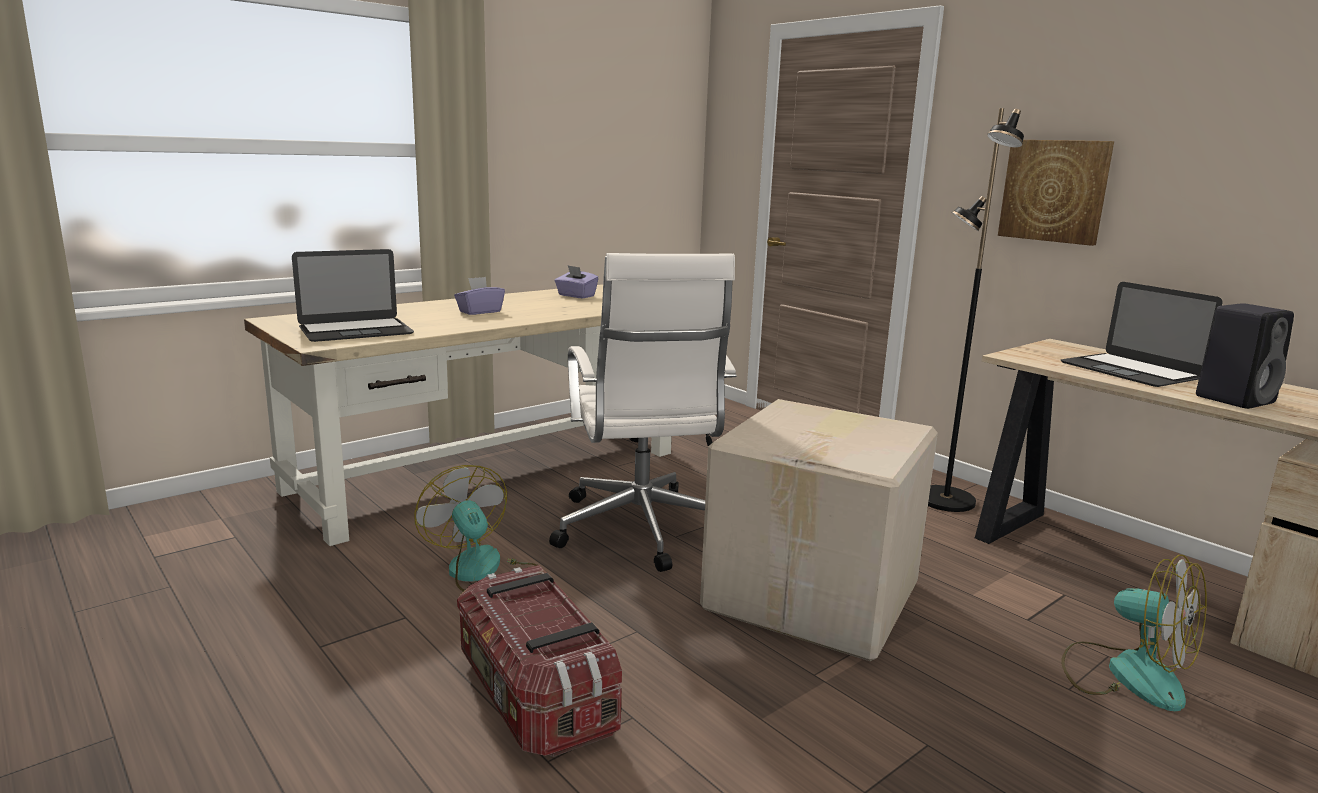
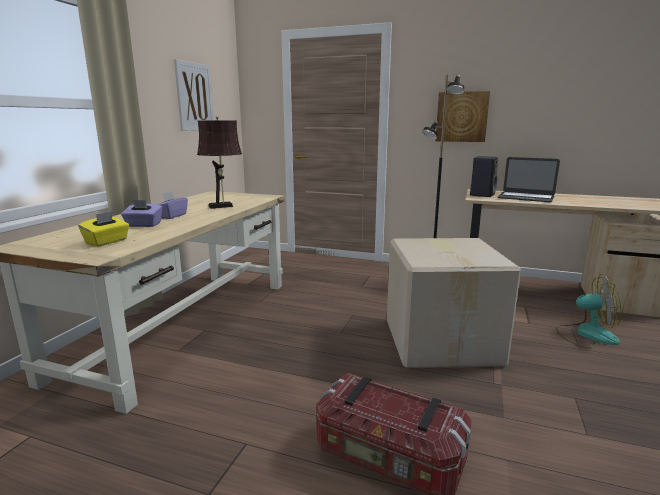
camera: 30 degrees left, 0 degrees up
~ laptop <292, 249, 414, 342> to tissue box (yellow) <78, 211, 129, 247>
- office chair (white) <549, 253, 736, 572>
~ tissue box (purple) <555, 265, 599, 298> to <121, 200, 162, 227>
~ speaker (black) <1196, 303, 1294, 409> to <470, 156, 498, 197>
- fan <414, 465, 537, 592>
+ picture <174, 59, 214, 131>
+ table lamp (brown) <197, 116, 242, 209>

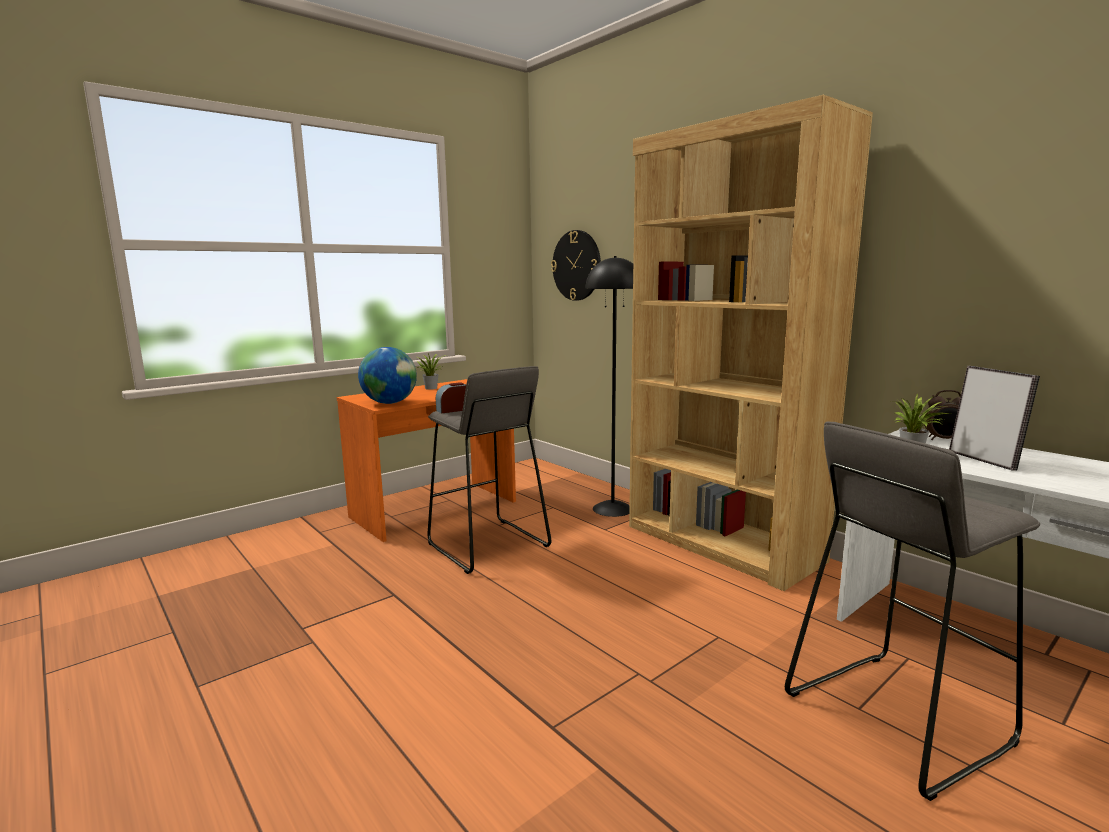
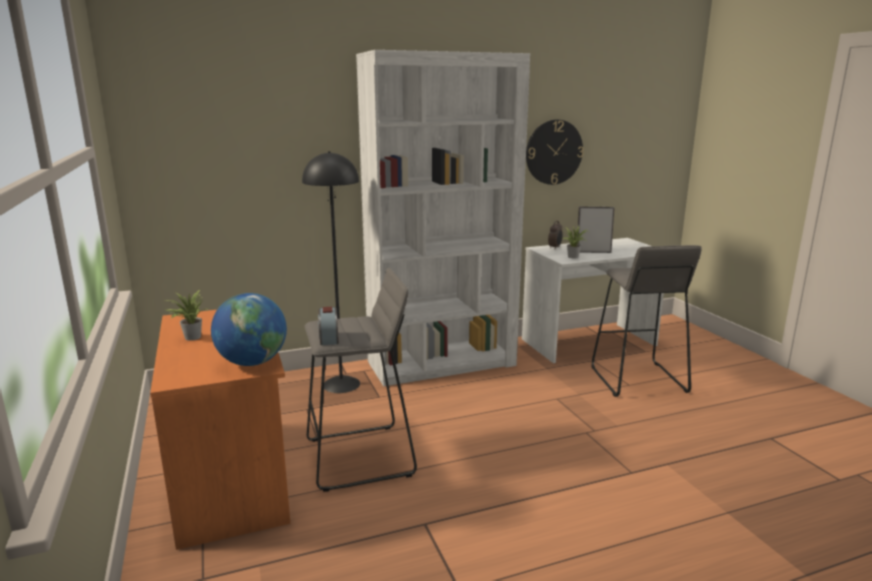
camera: 70 degrees left, 5 degrees up
~ bookcase (brown) <629, 95, 873, 591> to bookcase (white) <356, 50, 530, 386>
~ wall clock <551, 230, 601, 301> to <526, 120, 584, 185>

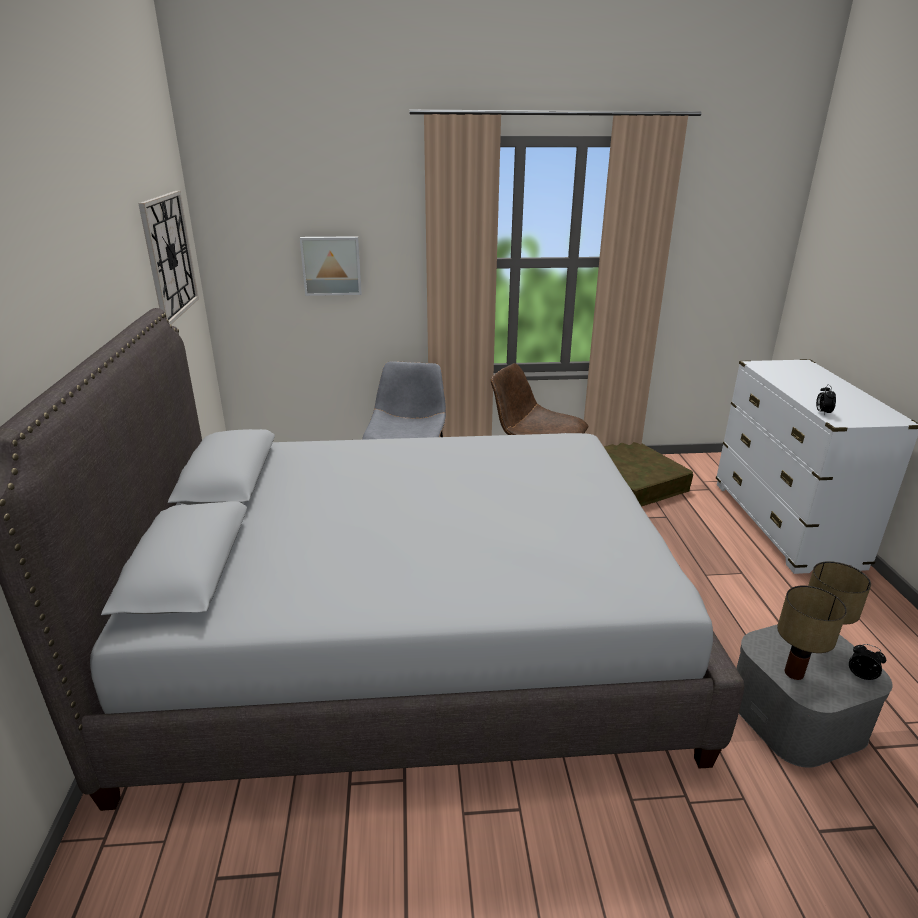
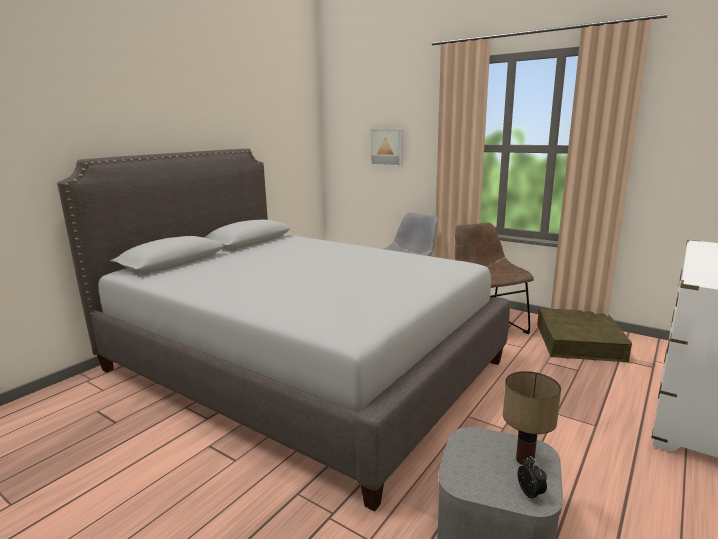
camera: 40 degrees right, 10 degrees down
- wall clock <138, 191, 199, 325>
- alarm clock <816, 384, 836, 415>
- table lamp <777, 585, 847, 680>

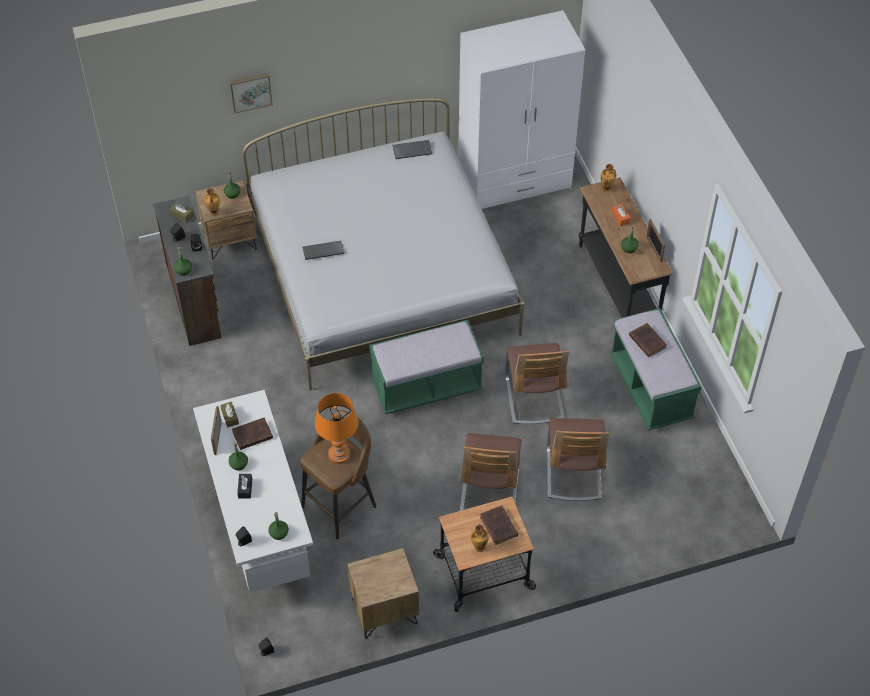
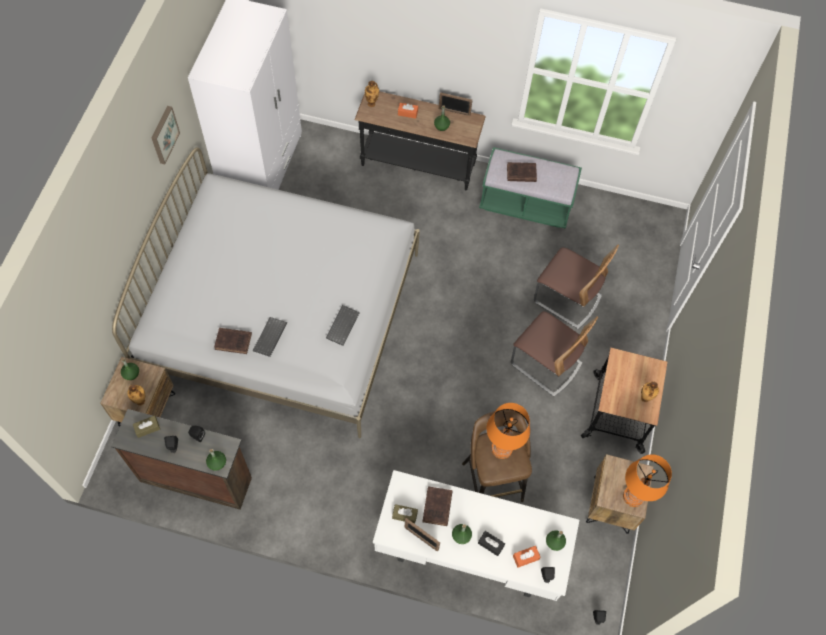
camera: 60 degrees left, 10 degrees up
~ picture <229, 73, 273, 113> to <152, 106, 180, 164>
~ keyboard <393, 140, 432, 159> to <326, 305, 360, 346>
- bench (green) <369, 320, 484, 414>
- chair <505, 343, 569, 424>
~ book (brown) <480, 505, 518, 545> to <214, 328, 252, 354>
+ table lamp (orange) <623, 454, 672, 507>
+ tissue box (orange) <513, 546, 541, 568>

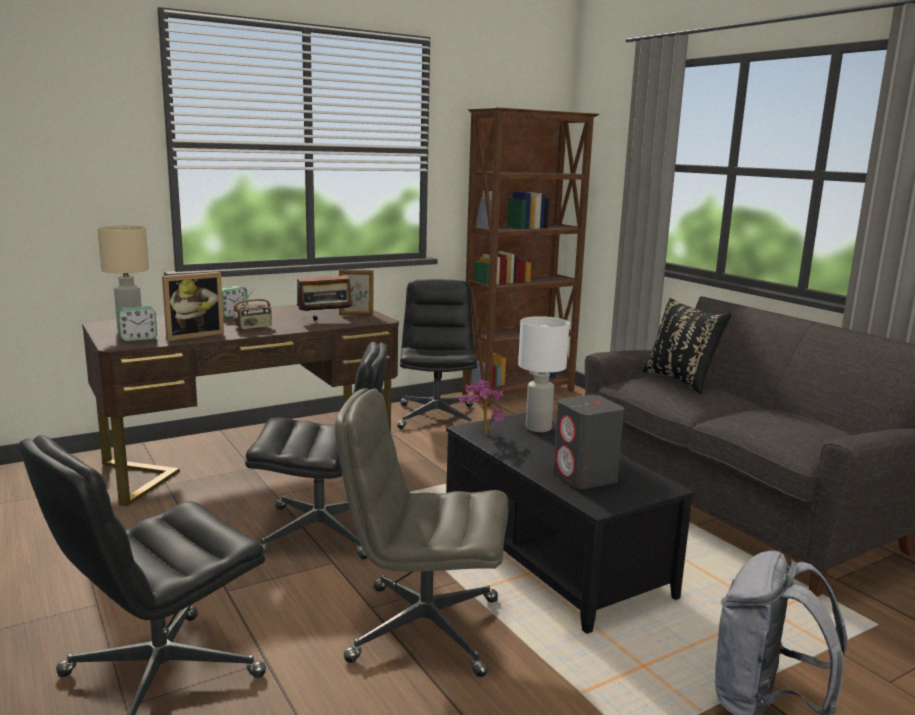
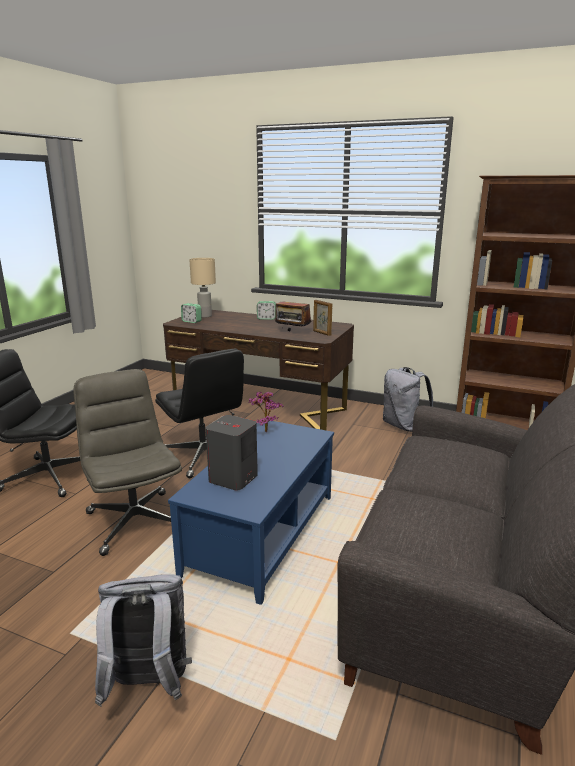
camera: 55 degrees right, 5 degrees up
- picture frame <162, 272, 224, 341>
~ office chair (black) <397, 279, 477, 429> to backpack (grey) <383, 367, 433, 432>
- radio <233, 287, 272, 330>
- pillow (black) <642, 298, 731, 394>
- table lamp (white) <518, 316, 569, 432>
~ coffee table (black) <446, 413, 695, 634> to coffee table (blue) <168, 421, 334, 605>

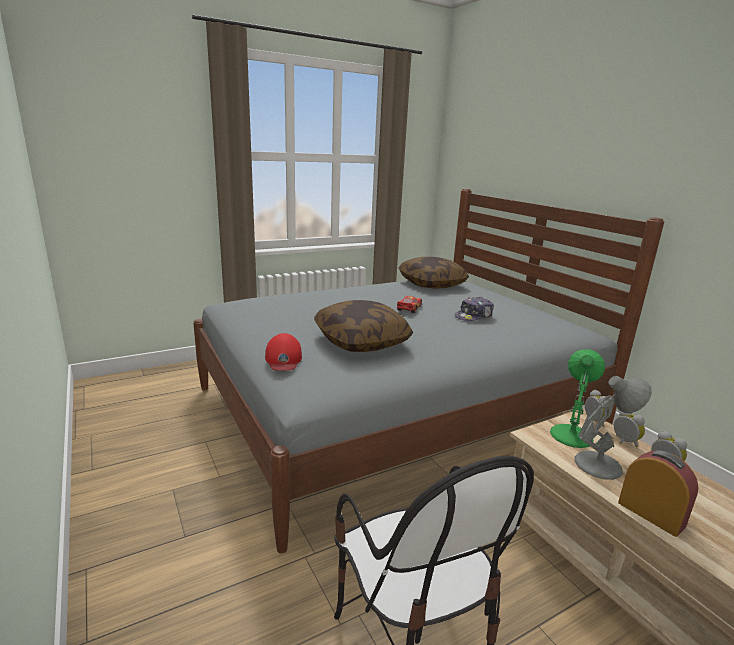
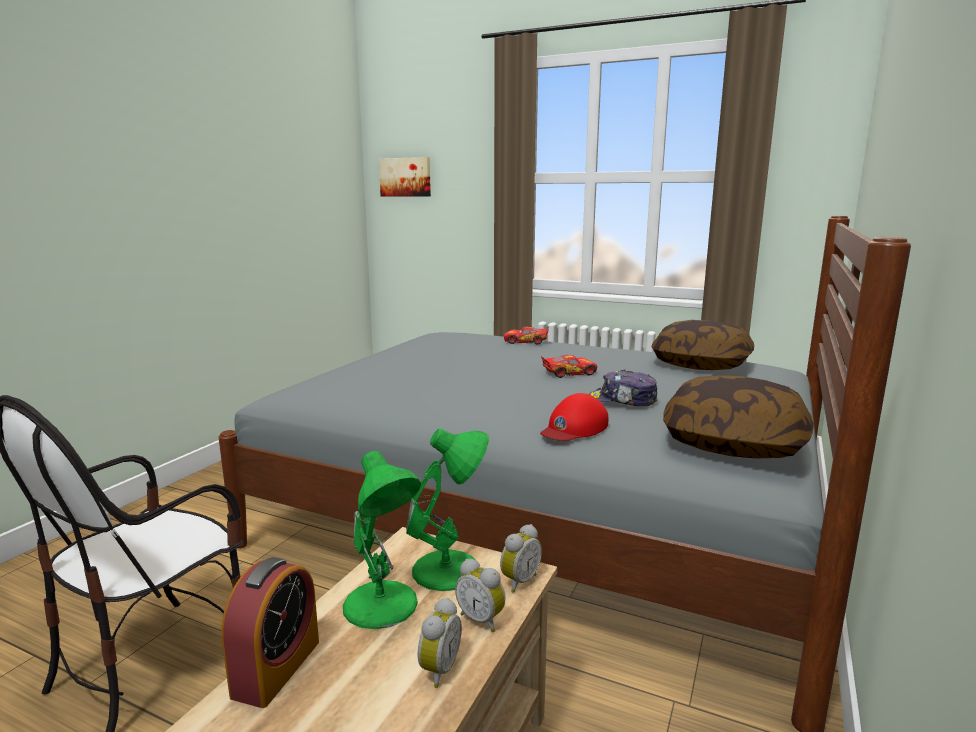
camera: 55 degrees right, 5 degrees down
~ pillow <314, 300, 413, 352> to <663, 375, 813, 459>
~ cap (red) <265, 333, 302, 371> to <540, 393, 608, 441>
~ table lamp (grey) <575, 376, 652, 480> to table lamp (green) <343, 451, 421, 629>
~ alarm clock <614, 411, 645, 447> = <455, 559, 506, 632> 105 degrees clockwise
+ picture <379, 157, 431, 196>
+ toy car <504, 327, 549, 345>

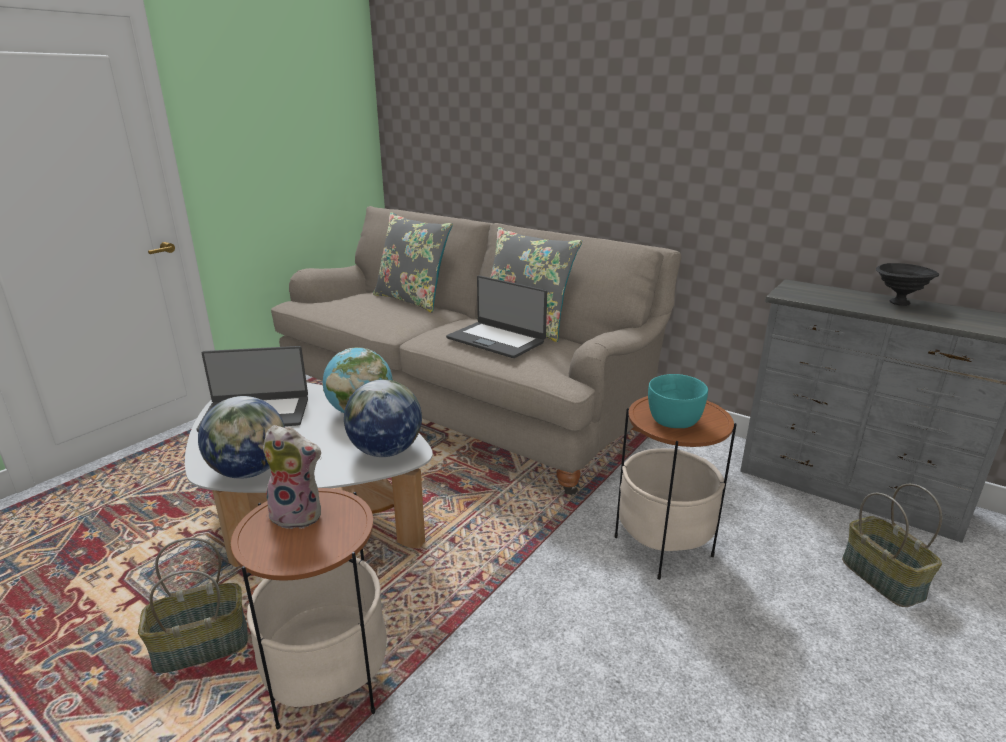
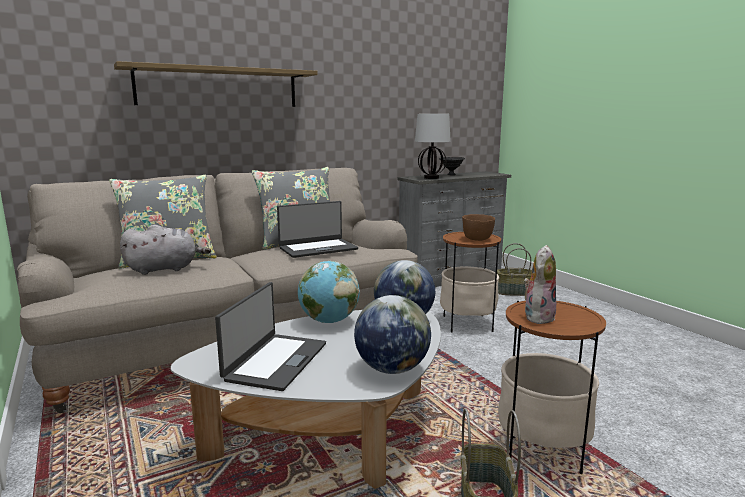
camera: 65 degrees left, 10 degrees down
~ bowl (turquoise) <648, 374, 708, 428> to bowl (brown) <462, 214, 495, 241>
+ shelf <114, 61, 318, 107>
+ table lamp <415, 114, 451, 179>
+ plush toy (grey) <120, 225, 211, 275>

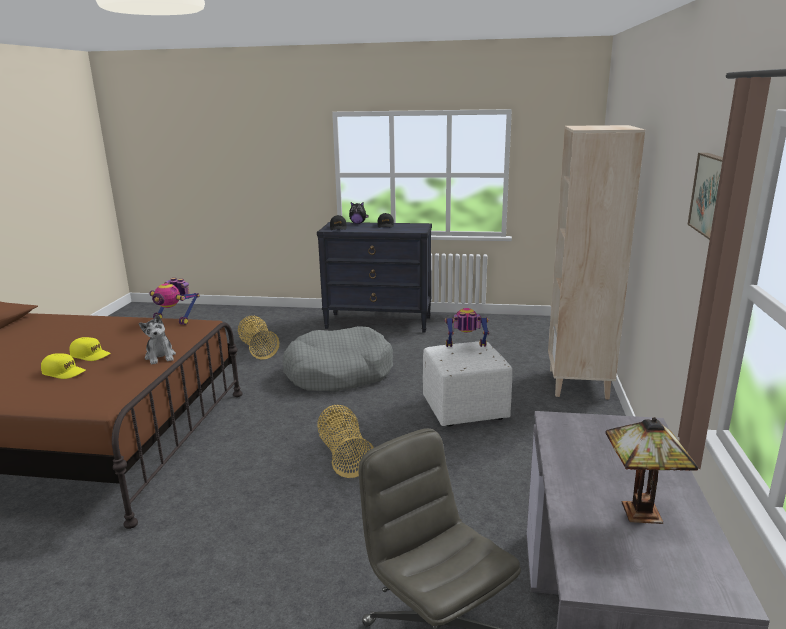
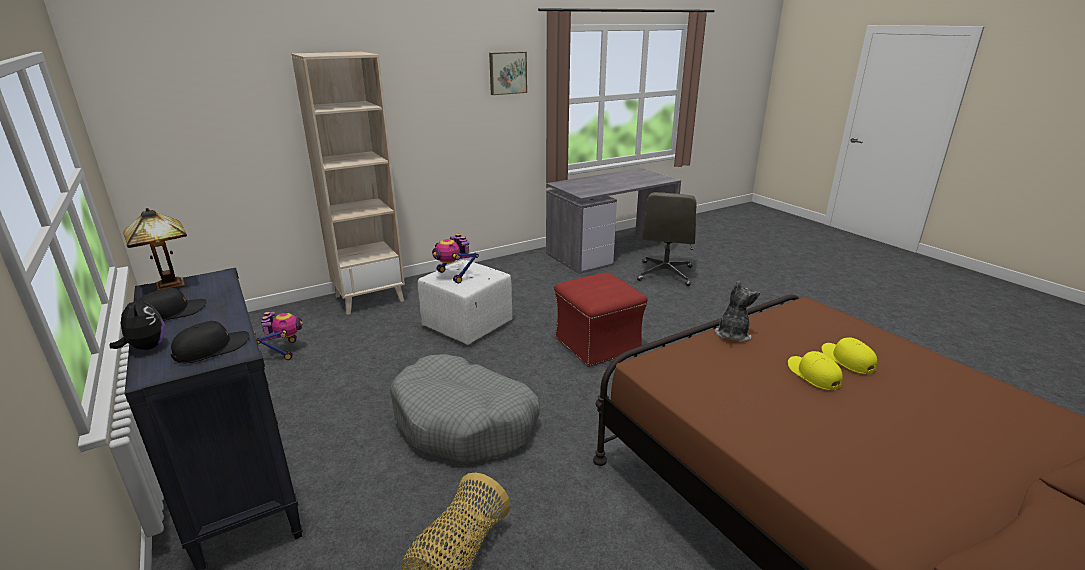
camera: 130 degrees left, 5 degrees up
~ toy robot <150, 278, 200, 325> to <257, 312, 303, 360>
~ basket <317, 405, 374, 478> to ottoman (red) <554, 272, 647, 367>
~ table lamp <605, 417, 698, 524> to <123, 208, 187, 291>

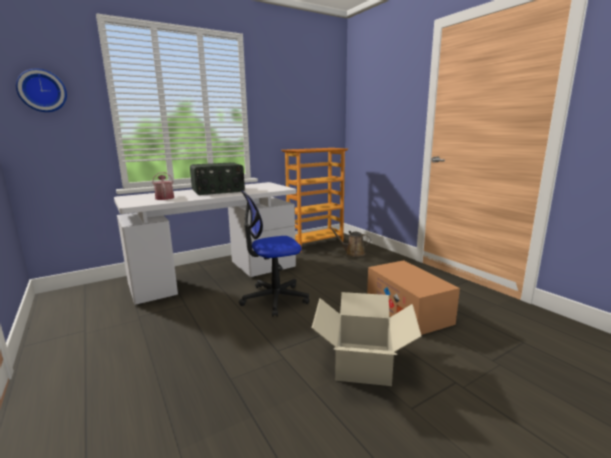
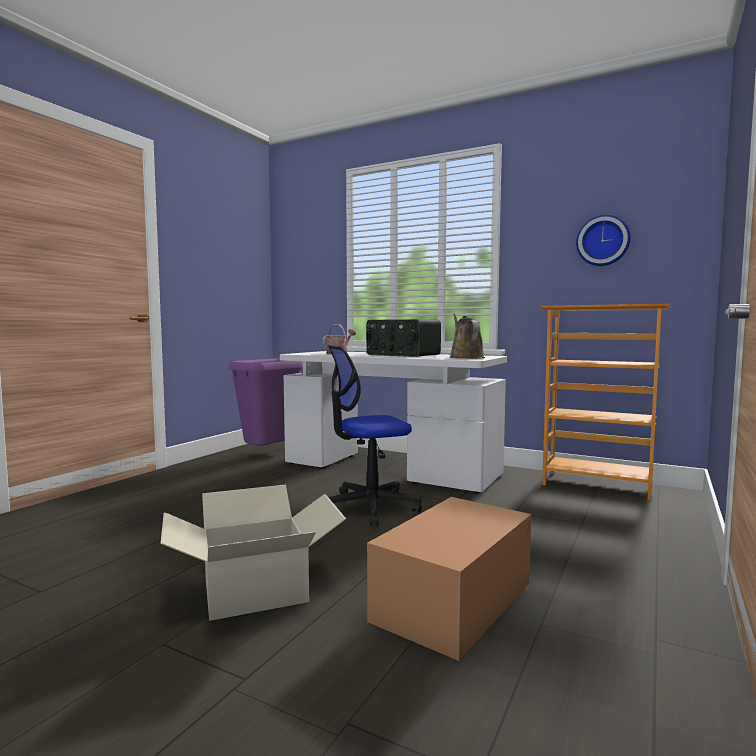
camera: 60 degrees right, 10 degrees down
~ wall clock <16, 69, 67, 112> to <576, 215, 631, 266>
~ office chair <239, 190, 309, 317> = <328, 345, 422, 526> 60 degrees counterclockwise
~ watering can (brown) <329, 227, 371, 257> to <450, 313, 485, 359>
+ trash can (purple) <229, 358, 303, 446>

